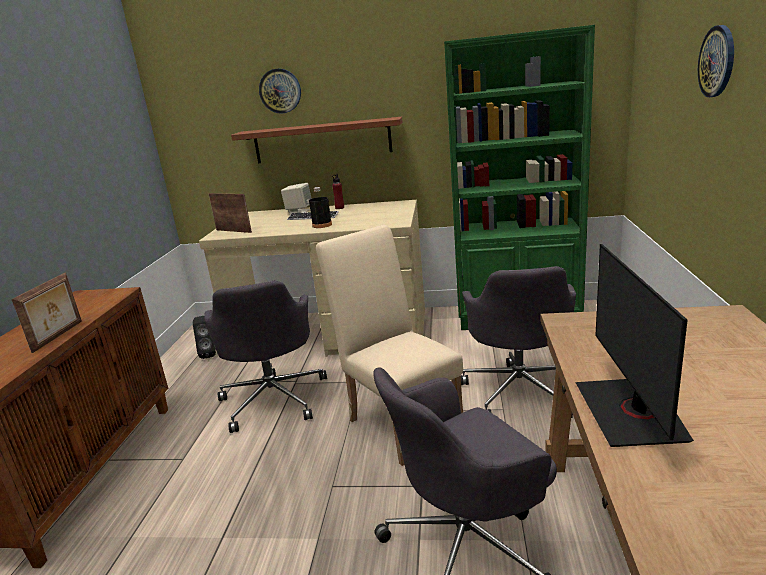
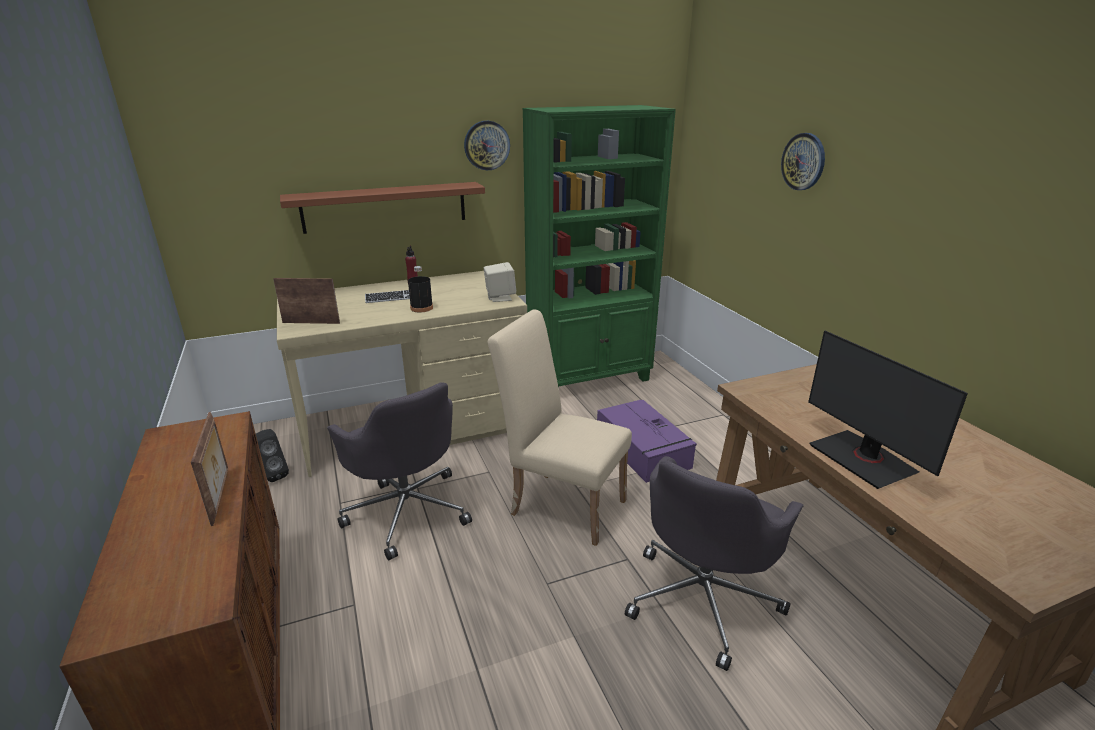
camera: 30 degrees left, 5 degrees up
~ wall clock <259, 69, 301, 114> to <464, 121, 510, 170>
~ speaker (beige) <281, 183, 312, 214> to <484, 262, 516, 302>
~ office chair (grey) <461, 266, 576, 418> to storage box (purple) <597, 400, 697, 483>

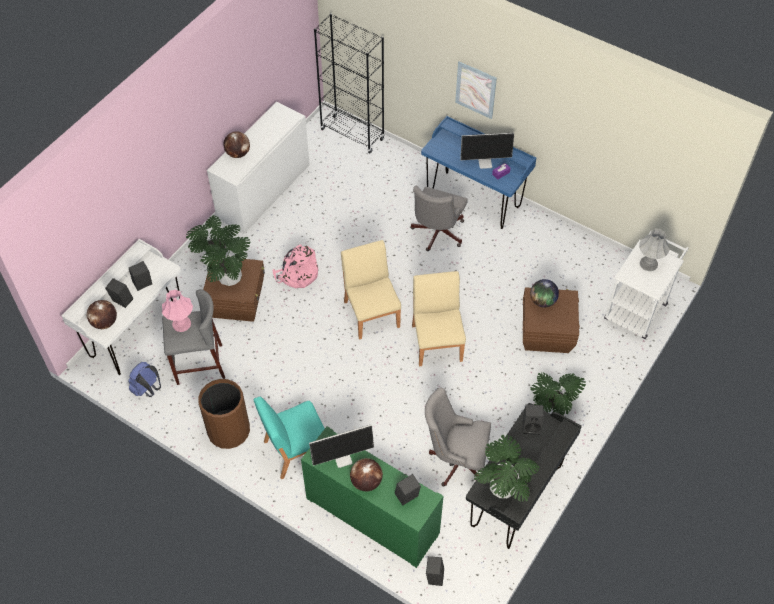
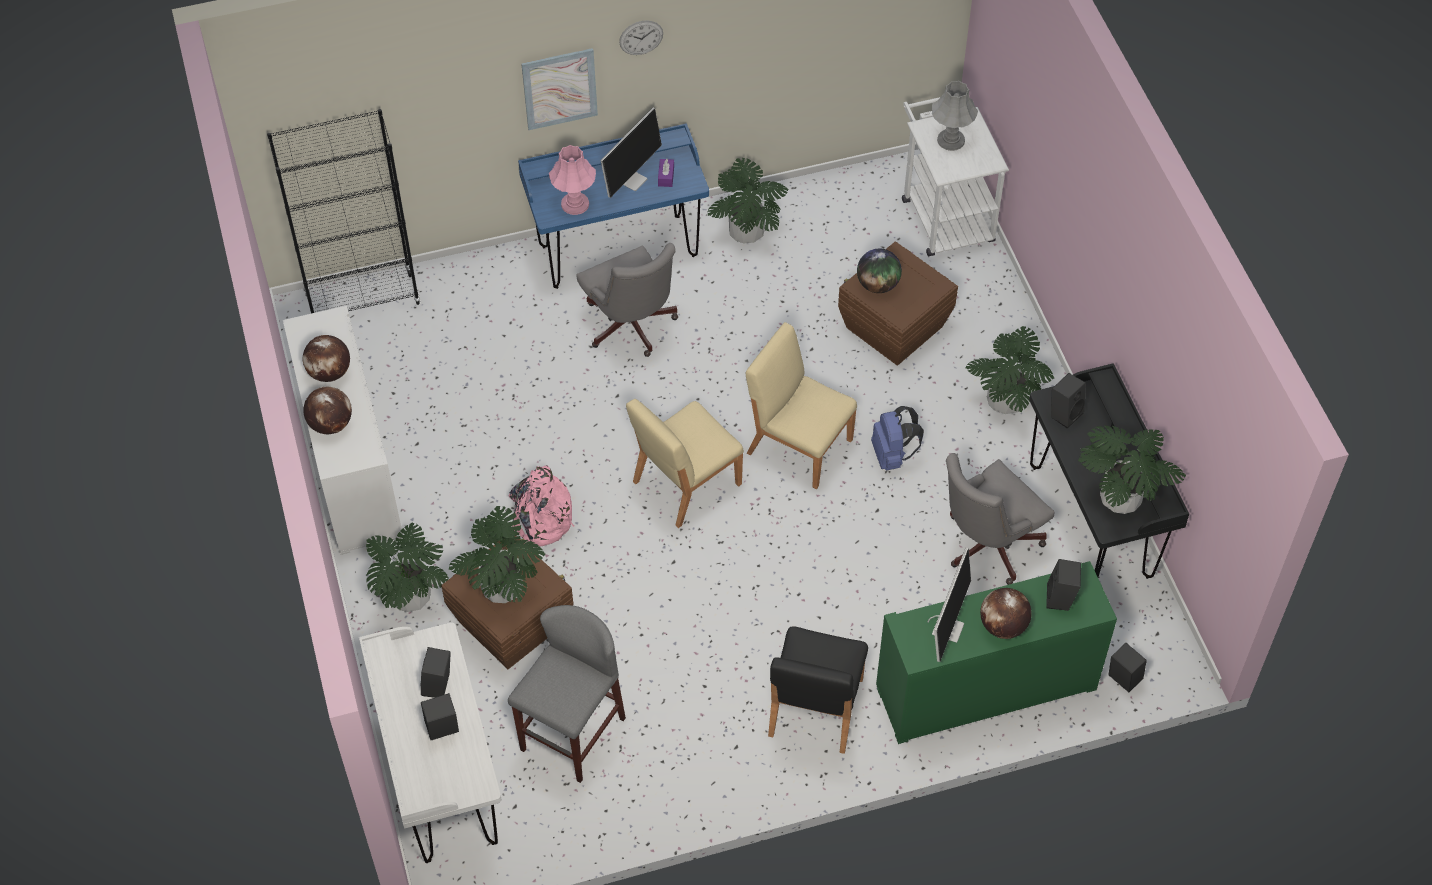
camera: 50 degrees left, 0 degrees up
~ chair (beige) <341, 240, 401, 339> = <626, 399, 744, 528> 60 degrees counterclockwise
~ table lamp (pink) <162, 289, 193, 332> to <549, 145, 596, 215>
~ globe <87, 300, 117, 329> to <302, 335, 350, 382>
~ backpack (blue) <128, 362, 161, 397> to <871, 406, 924, 471>
- trash can (brown) <198, 379, 250, 449>
~ chair (turquoise) <254, 397, 325, 479> to chair (black) <768, 626, 868, 754>
+ wall clock <619, 20, 663, 55>
+ potted plant <708, 158, 788, 244>

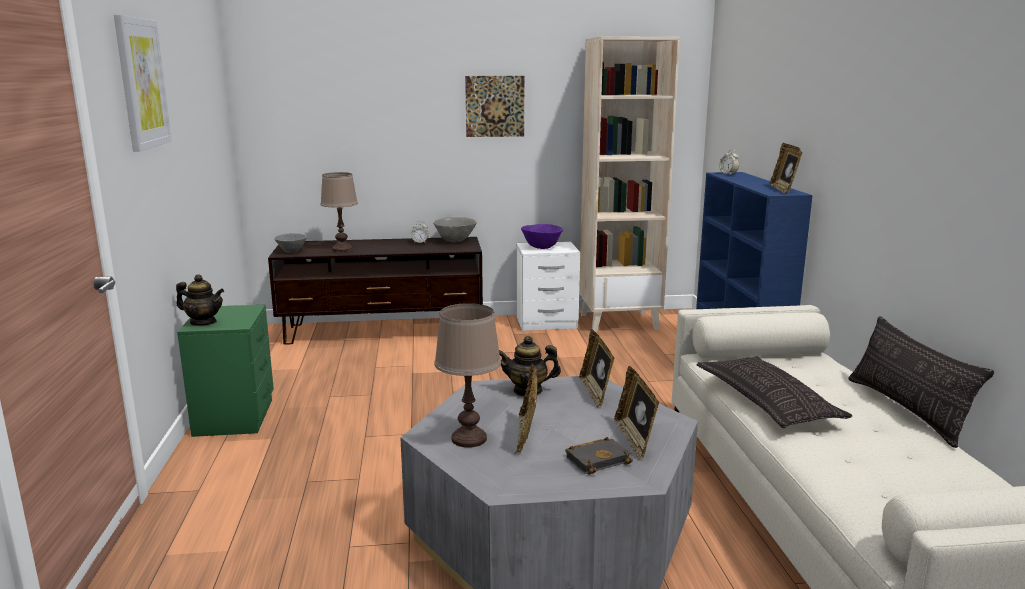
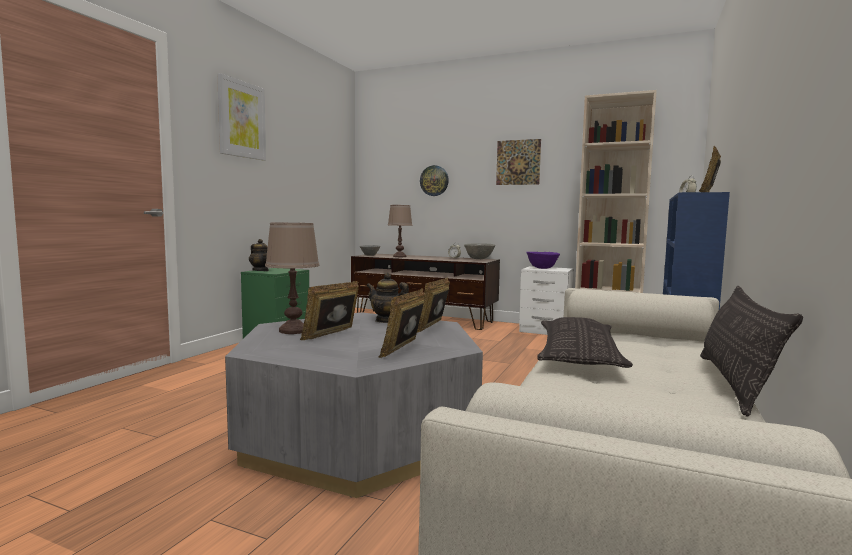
camera: 30 degrees right, 10 degrees down
- book (black) <565, 437, 633, 475>
+ wall clock <420, 165, 449, 196>

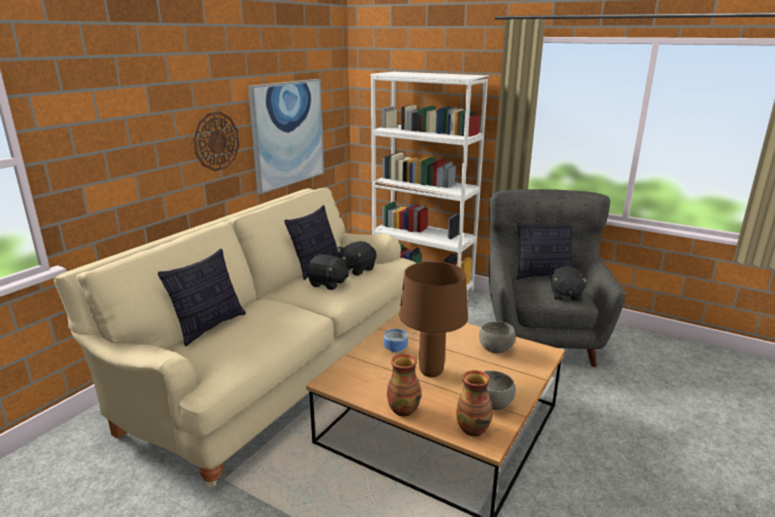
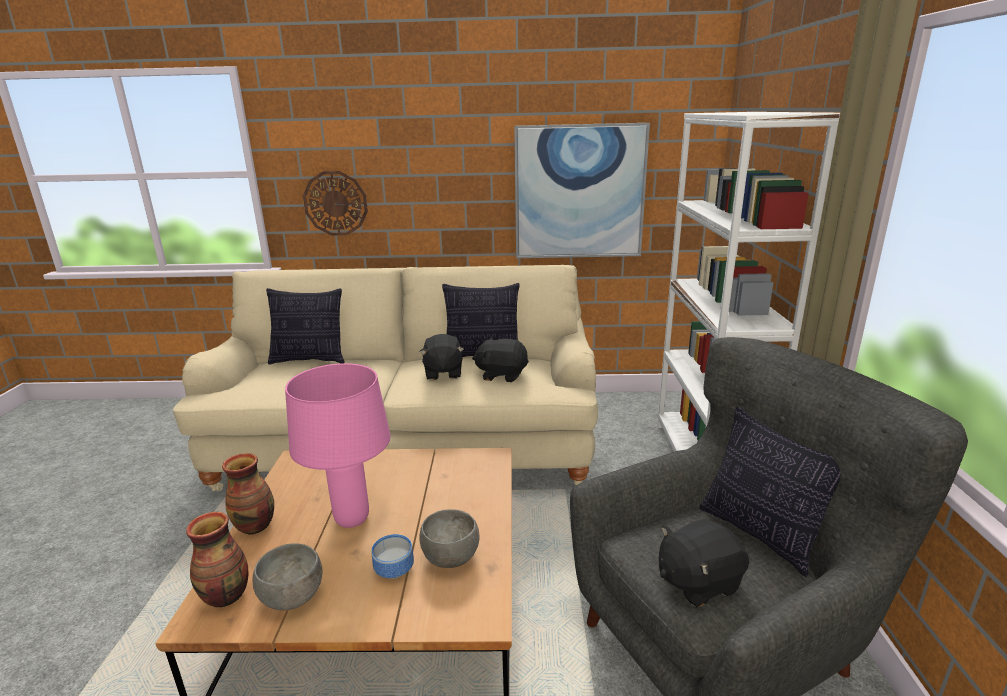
camera: 60 degrees right, 0 degrees up
~ wall clock <193, 111, 239, 171> to <303, 171, 368, 236>
~ table lamp (brown) <399, 261, 468, 377> to table lamp (pink) <285, 363, 391, 528>
~ bowl <384, 329, 408, 353> to <371, 534, 414, 579>

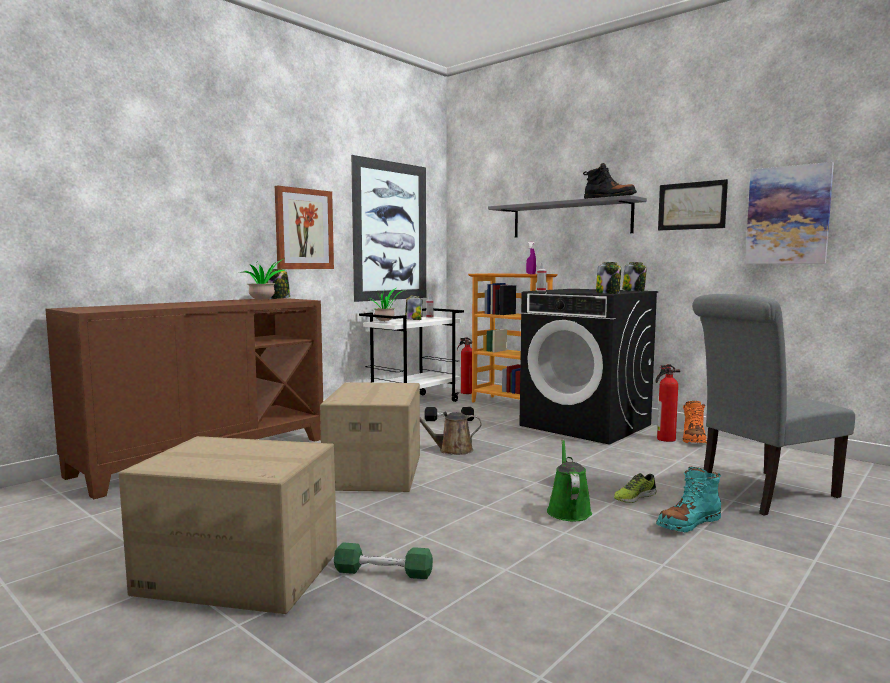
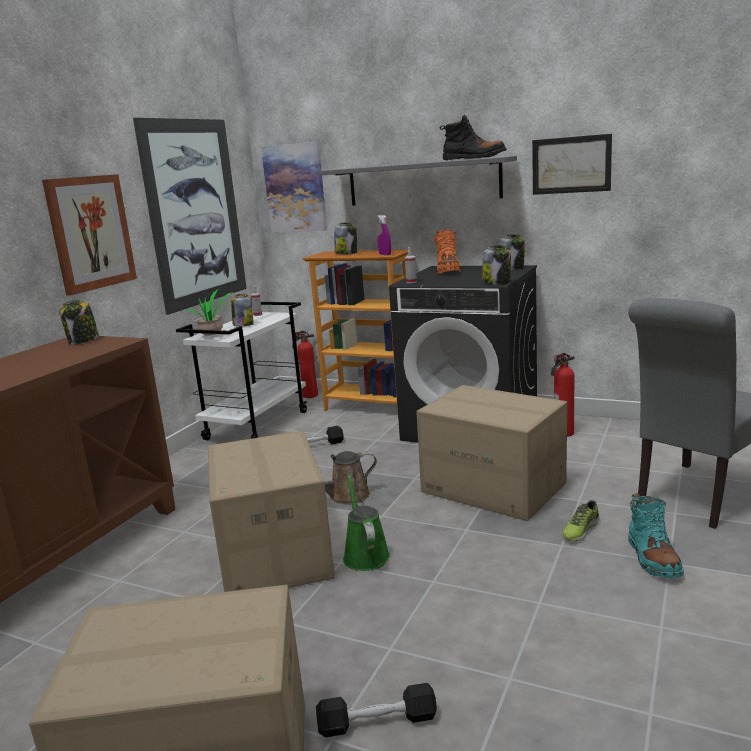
camera: 15 degrees left, 10 degrees up
~ picture <745, 162, 834, 264> to <261, 141, 327, 232>
- potted plant <238, 259, 285, 299>
~ boot (orange) <683, 401, 707, 443> to <434, 229, 461, 275>
~ watering can (green) <547, 439, 592, 522> to <343, 475, 390, 571>
~ boot (turquoise) <656, 467, 721, 532> = <628, 493, 684, 578> 45 degrees counterclockwise
~ dumbbell (green) <334, 542, 433, 579> to dumbbell (black) <316, 683, 437, 737>
+ jar <334, 223, 357, 254>
+ cardboard box <416, 385, 567, 521>

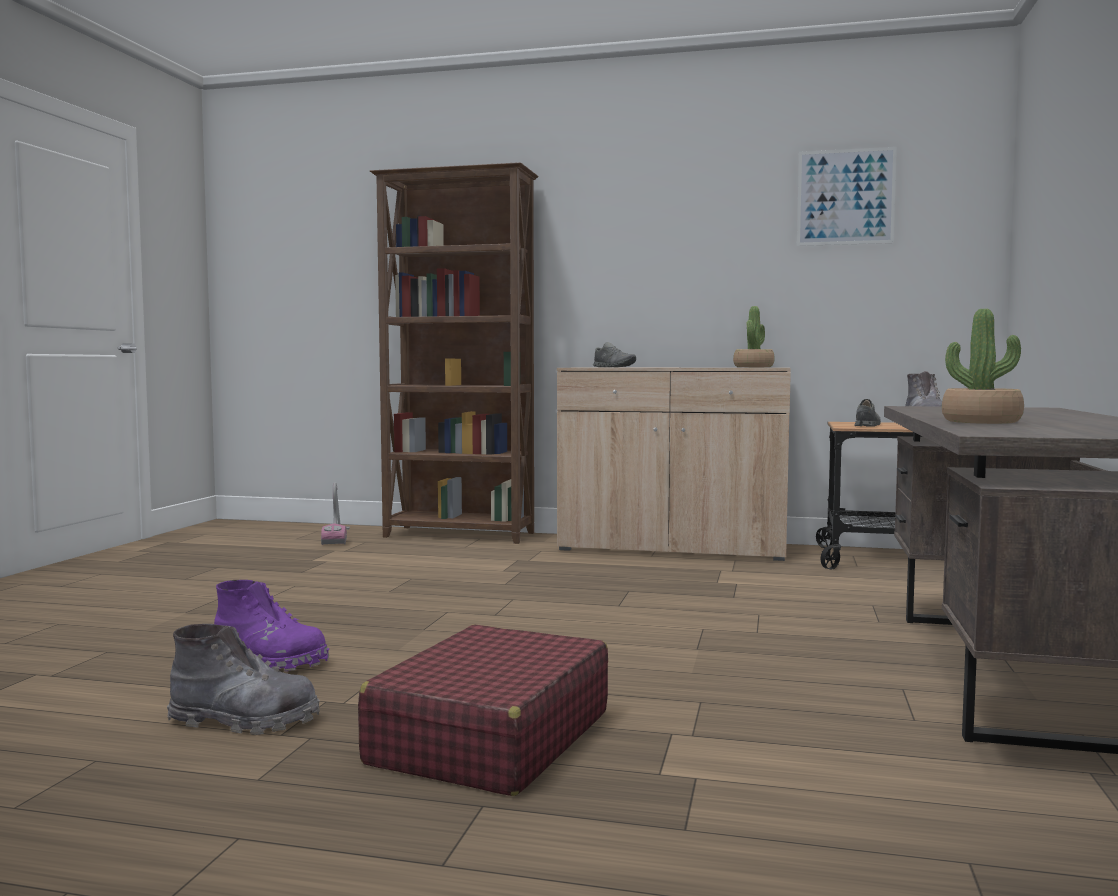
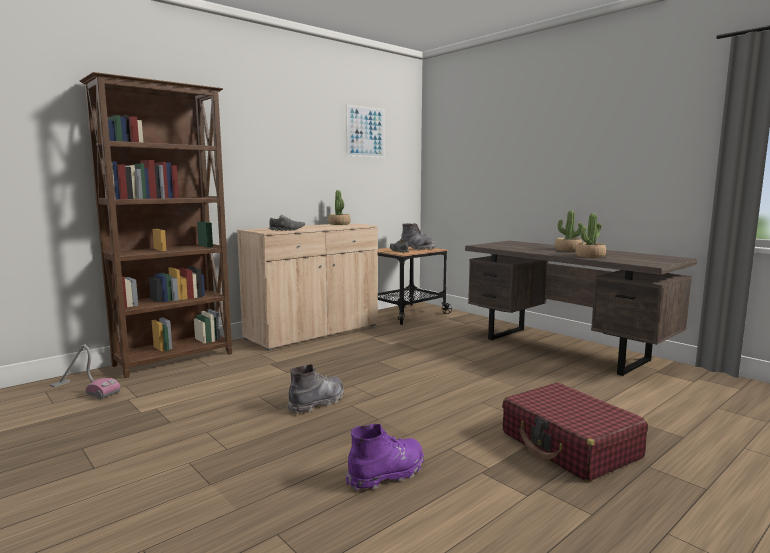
camera: 55 degrees left, 5 degrees up
~ boot (grey) <167, 624, 320, 735> to <287, 364, 344, 414>
+ potted plant <555, 210, 583, 251>

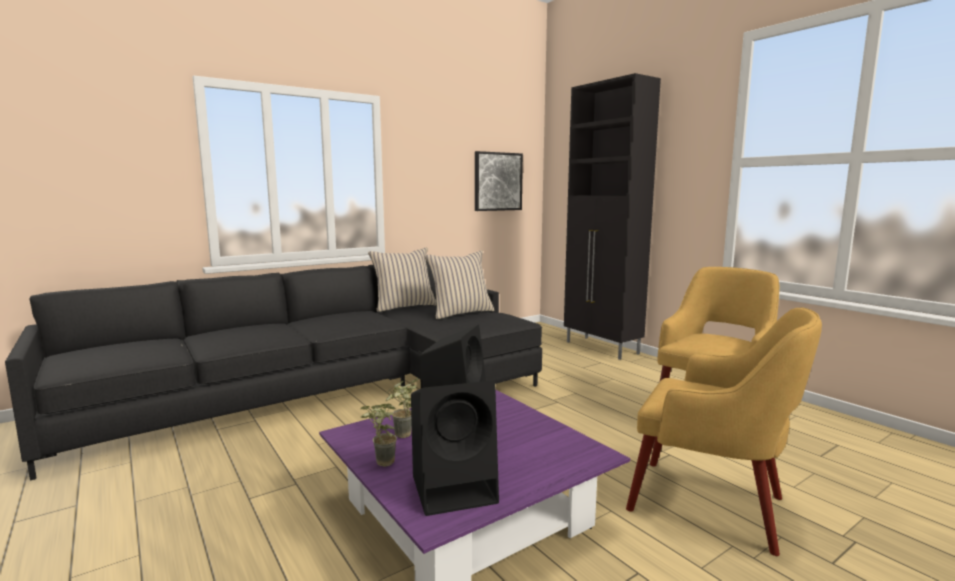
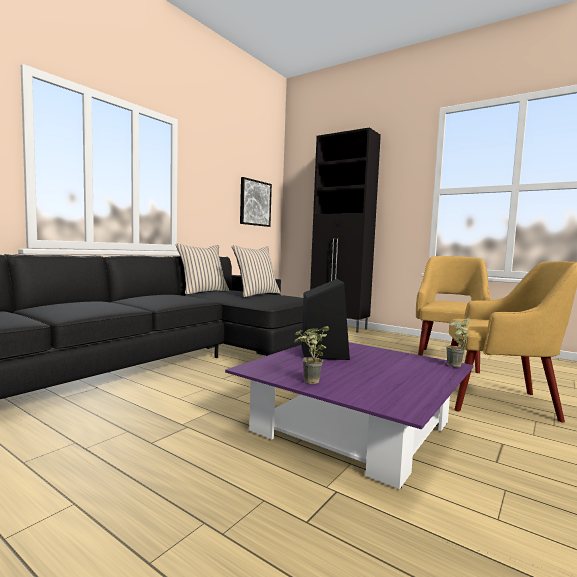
camera: 20 degrees left, 5 degrees down
~ potted plant <386, 378, 418, 438> to <446, 317, 472, 367>
- speaker (black) <411, 381, 499, 516>

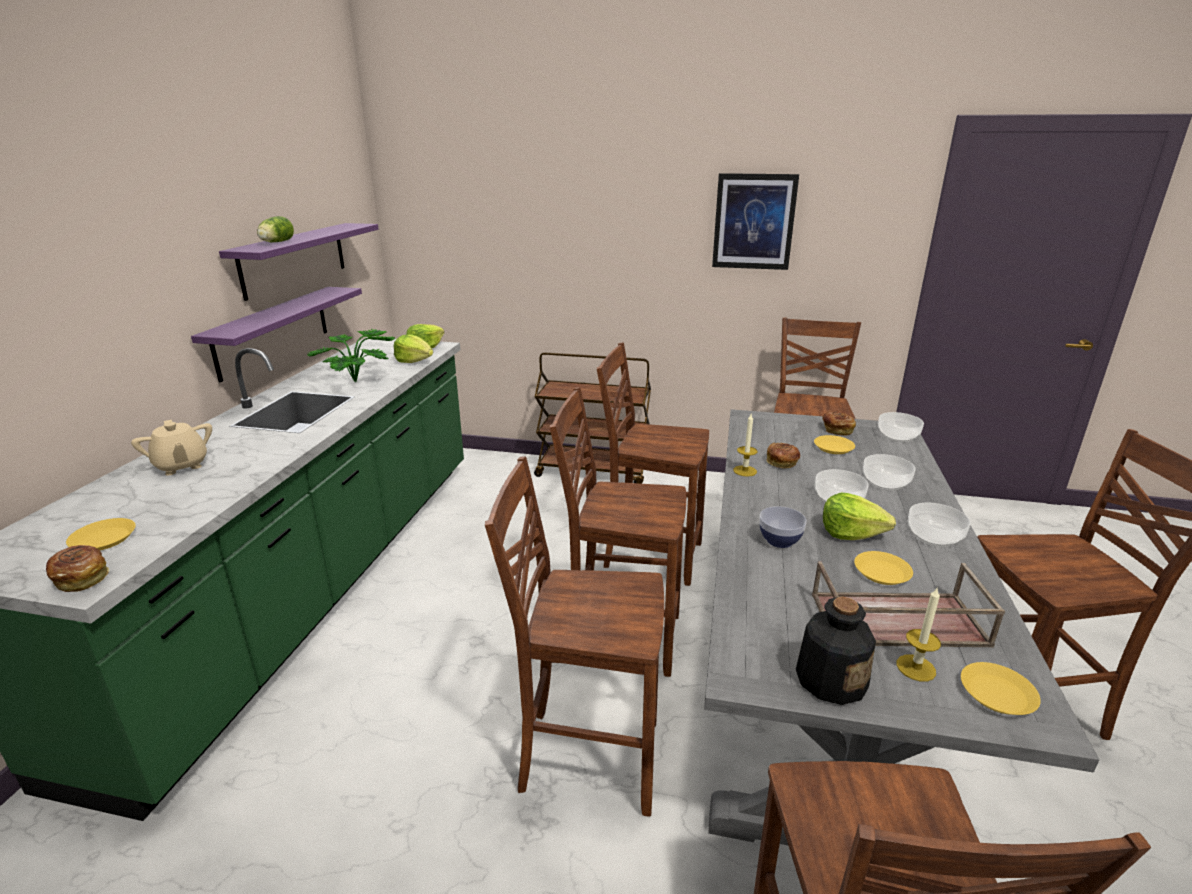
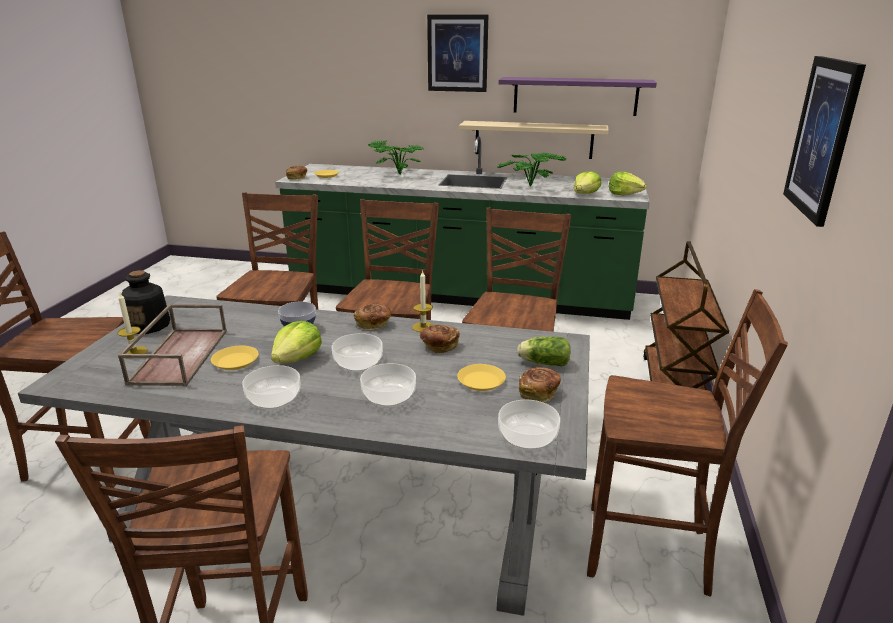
camera: 90 degrees right, 0 degrees up
~ lettuce <257, 216, 294, 243> to <517, 337, 570, 366>
~ shelf (purple) <191, 287, 362, 382> to shelf (beige) <459, 121, 609, 159>
~ teapot (beige) <131, 420, 212, 475> to potted plant <368, 140, 424, 175>
- plate (yellow) <961, 662, 1041, 715>
+ picture <427, 15, 488, 92>
+ bread <354, 304, 392, 330>

